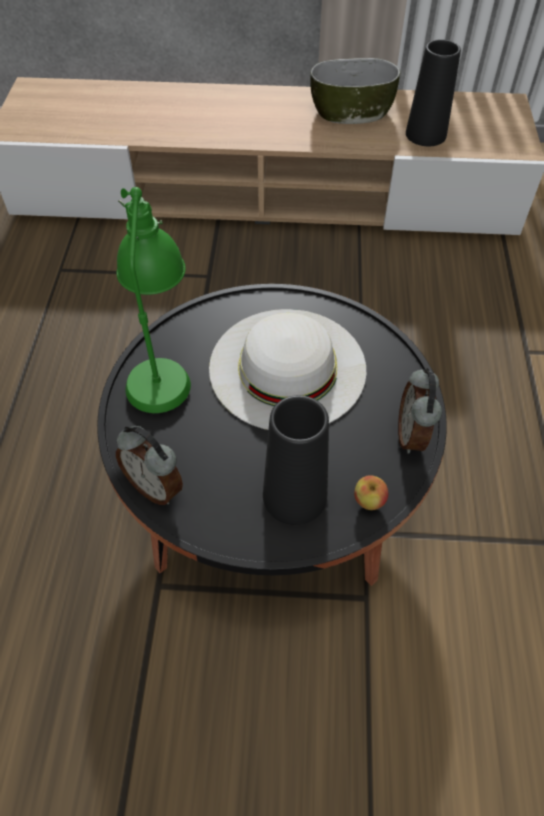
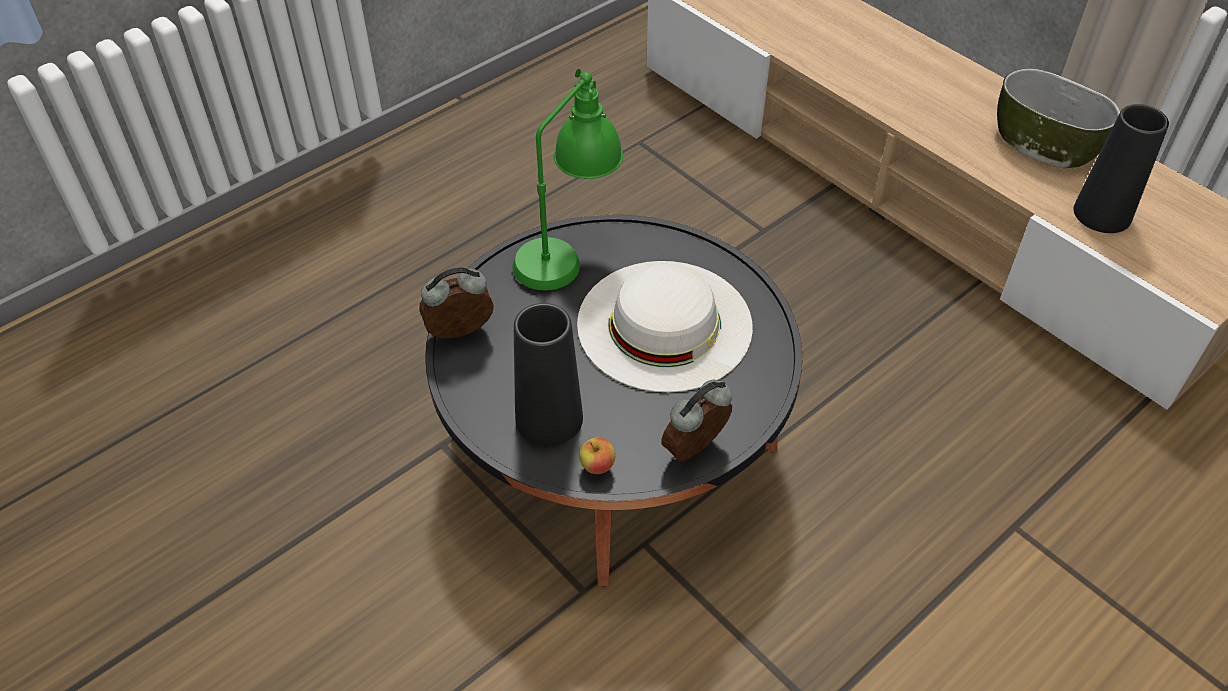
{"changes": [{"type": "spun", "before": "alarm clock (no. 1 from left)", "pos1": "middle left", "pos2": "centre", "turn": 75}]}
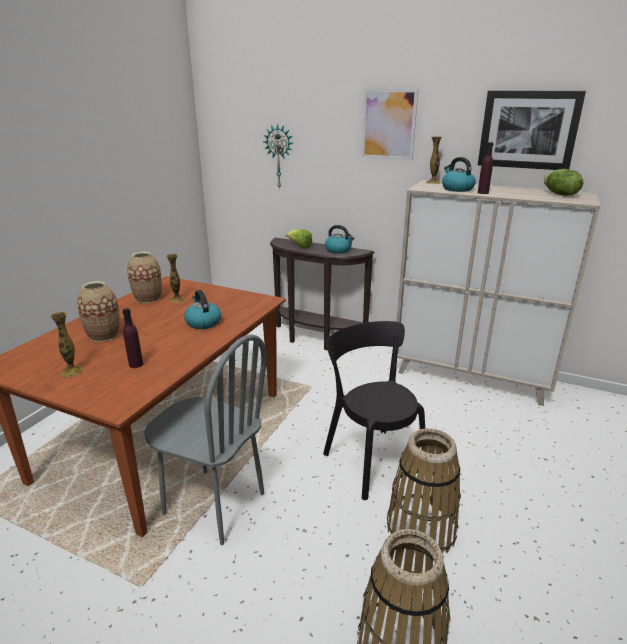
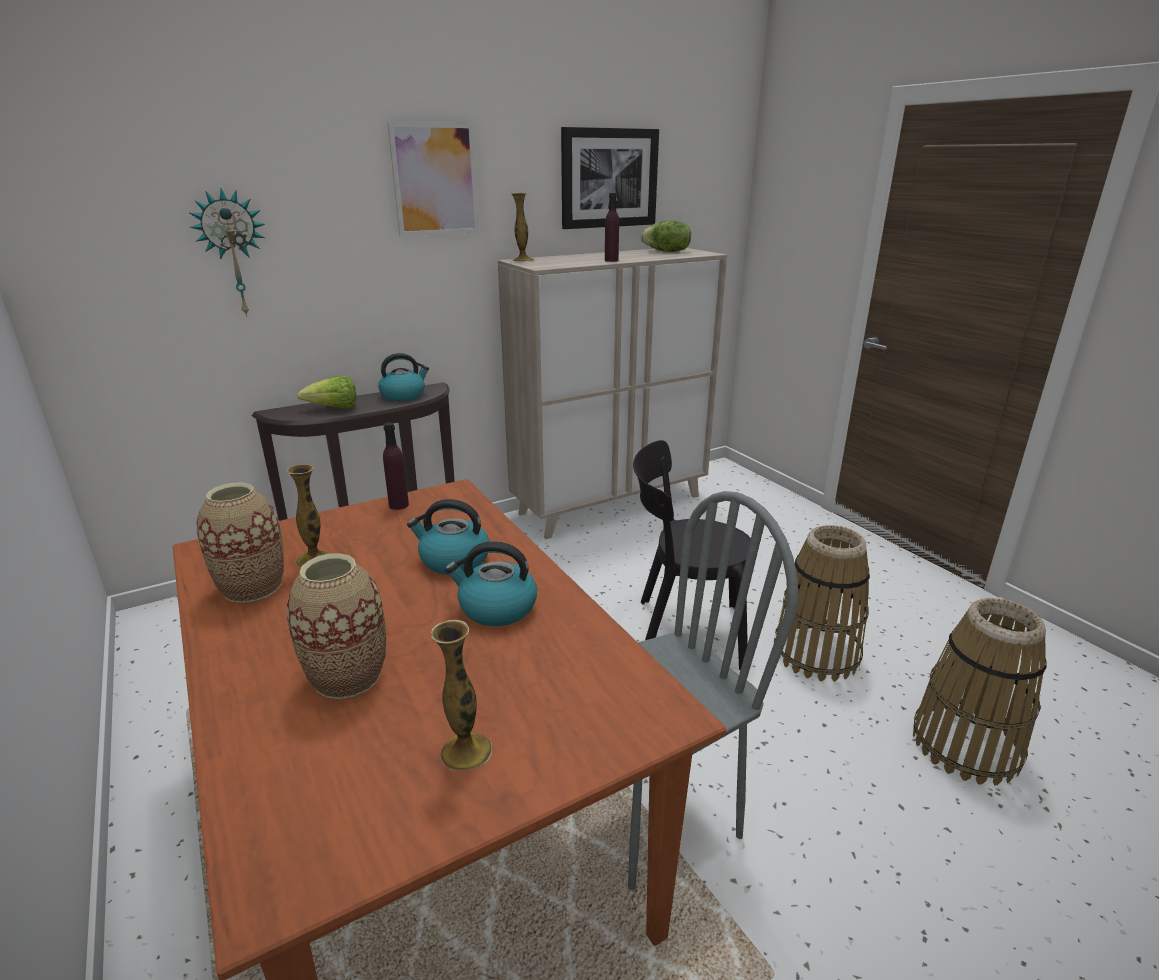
{"changes": [{"type": "relocated", "before": "purple-coloured beverage bottle (no. 1 from left)", "pos1": "middle left", "pos2": "centre"}, {"type": "relocated", "before": "water kettle (no. 3 from left)", "pos1": "top right", "pos2": "centre"}]}
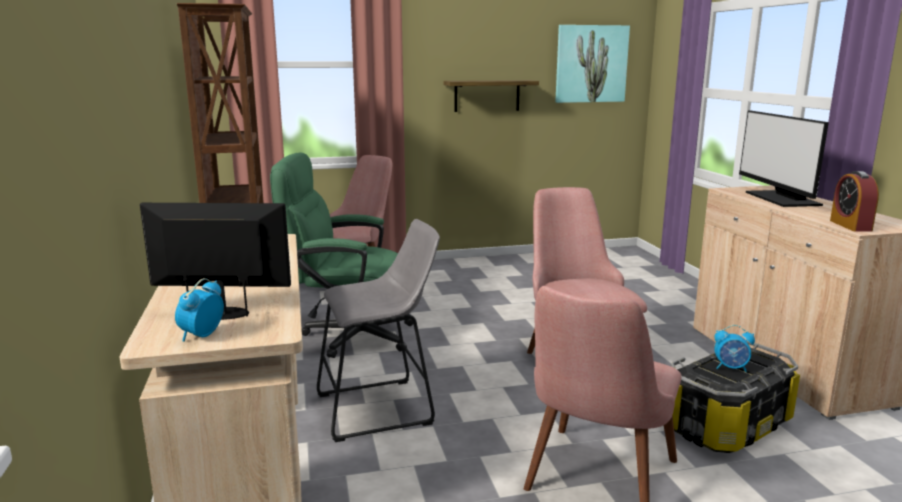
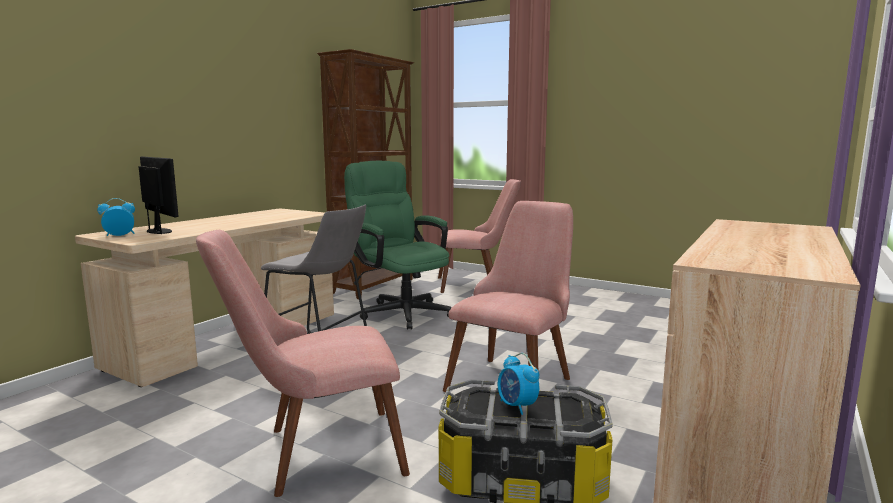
{"changes": [{"type": "missing", "before": "wall shelf", "pos1": "top centre"}, {"type": "missing", "before": "wall art", "pos1": "top centre"}, {"type": "missing", "before": "computer screen (no. 2 from left)", "pos1": "top right"}, {"type": "missing", "before": "alarm clock (no. 3 from left)", "pos1": "middle right"}]}
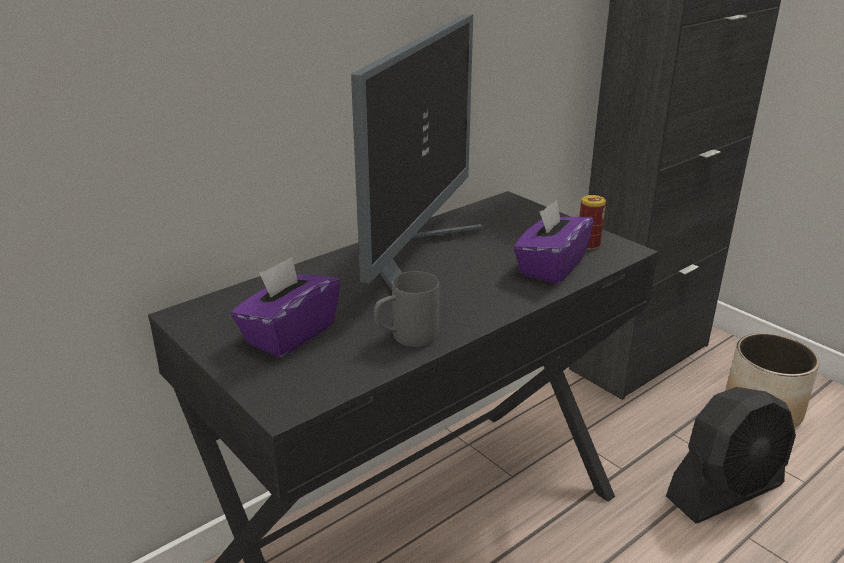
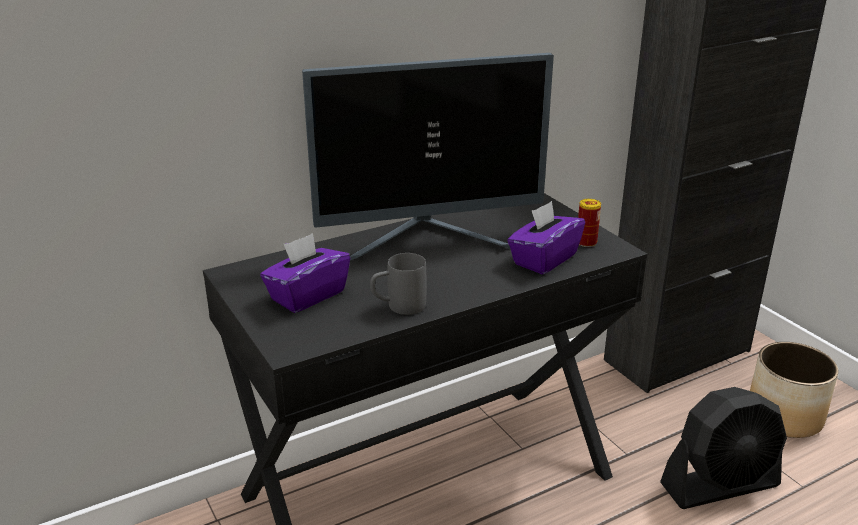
{"changes": [{"type": "spun", "before": "computer screen", "pos1": "top centre", "pos2": "top centre", "turn": 45}]}
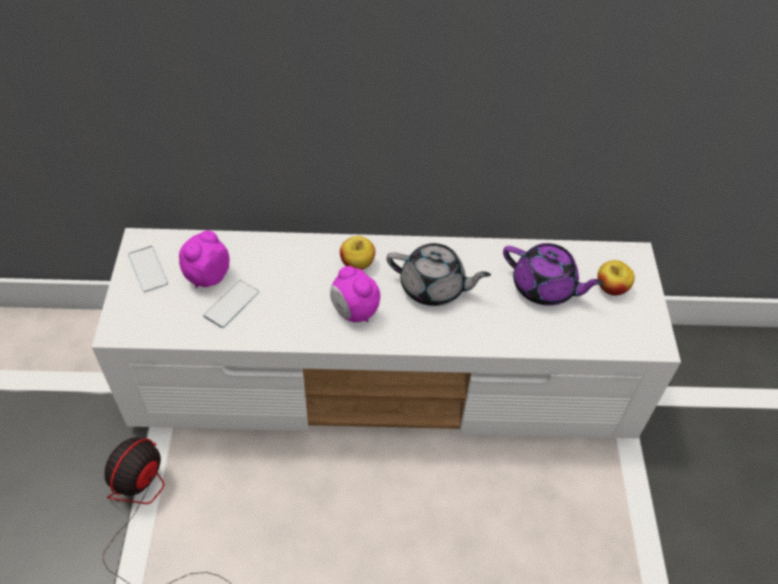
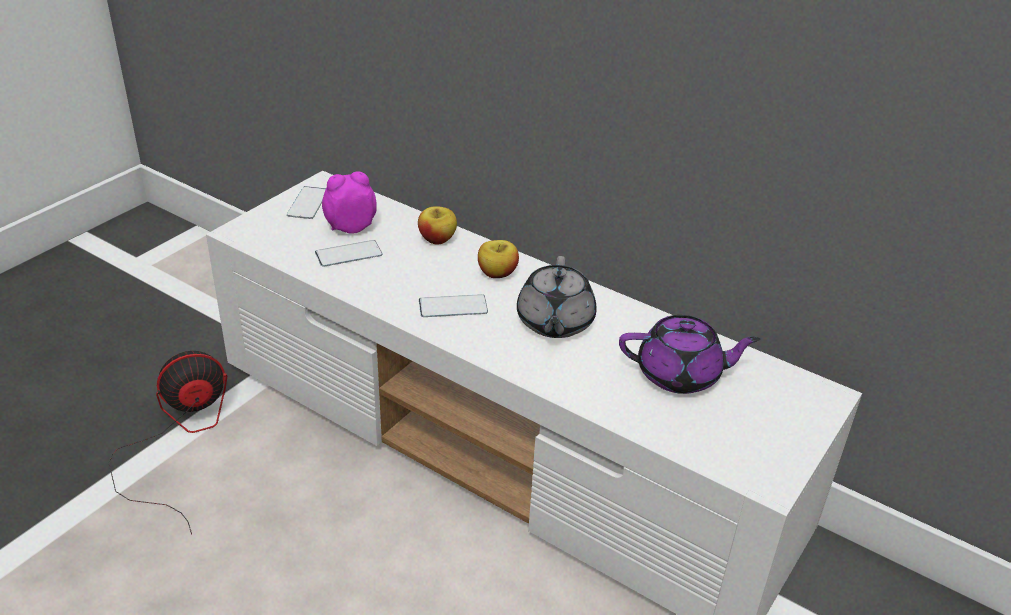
{"changes": [{"type": "exchanged", "before": "alarm clock (no. 2 from left)", "after": "telephone (no. 3 from left)", "pos1": "centre", "pos2": "centre"}, {"type": "spun", "before": "greyish tea pot", "pos1": "centre", "pos2": "centre", "turn": 45}, {"type": "spun", "before": "purple-coloured tea pot", "pos1": "middle right", "pos2": "middle right", "turn": -60}, {"type": "relocated", "before": "apple (no. 2 from left in the first image)", "after": "apple (no. 1 from left)", "pos1": "middle right", "pos2": "centre"}]}
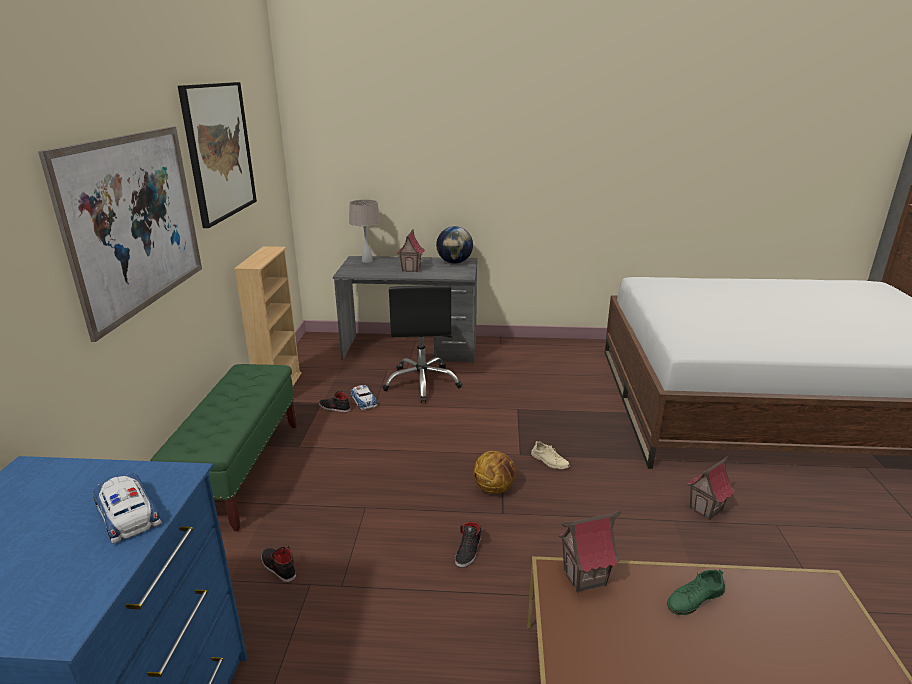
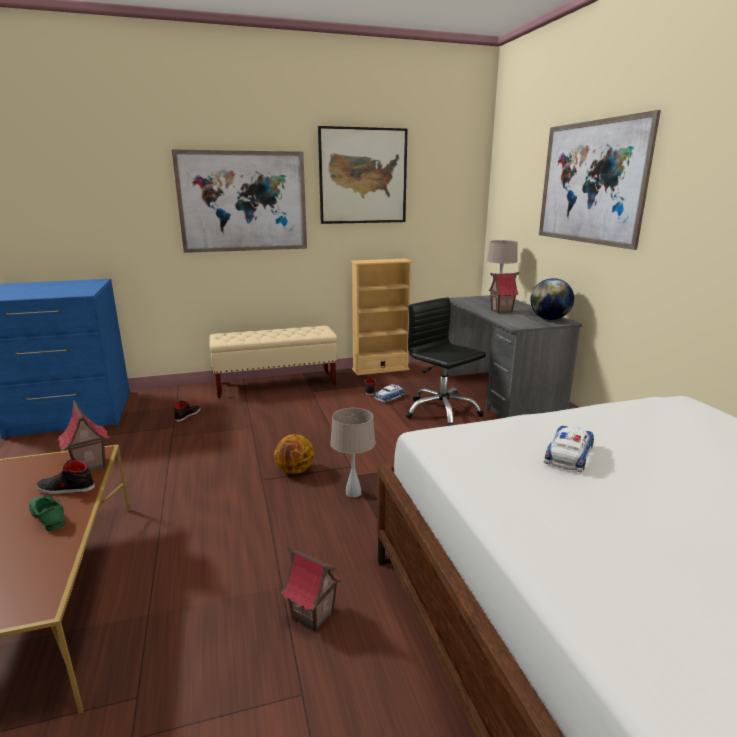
{"changes": [{"type": "relocated", "before": "toy car (no. 1 from left in the first image)", "after": "toy car (no. 2 from left)", "pos1": "bottom left", "pos2": "middle right"}, {"type": "colour", "before": "green long seat", "after": "beige long seat", "pos1": "middle left", "pos2": "centre"}, {"type": "spun", "before": "blackish office chair", "pos1": "centre", "pos2": "centre", "turn": 75}, {"type": "relocated", "before": "blackish shoe (no. 3 from left in the first image)", "after": "blackish shoe (no. 1 from left)", "pos1": "bottom centre", "pos2": "middle left"}, {"type": "exchanged", "before": "beige shoe", "after": "beige table lamp (no. 1 from left)", "pos1": "centre", "pos2": "centre"}, {"type": "appeared", "after": "wall art (no. 3 from left)", "pos2": "top right"}]}
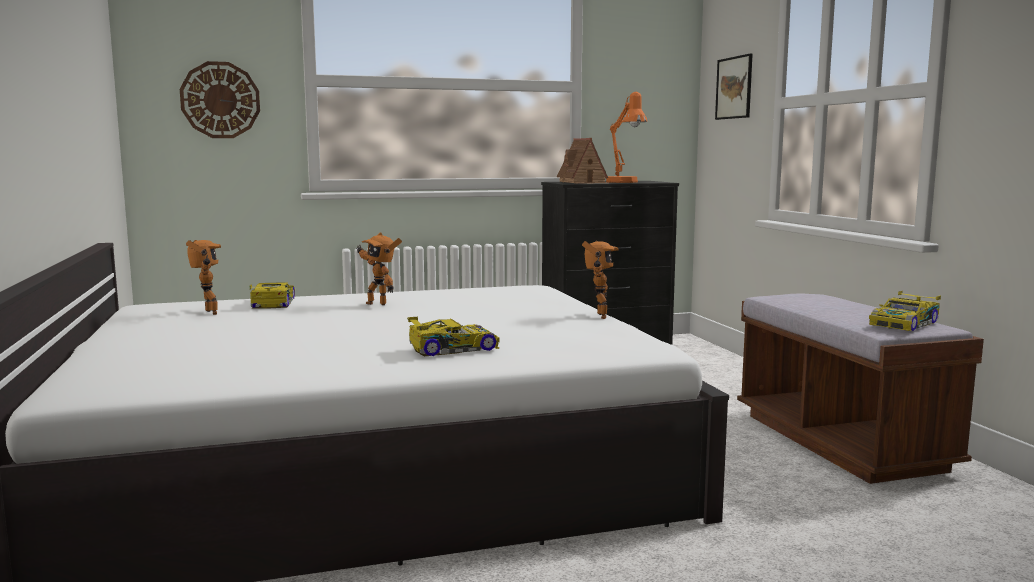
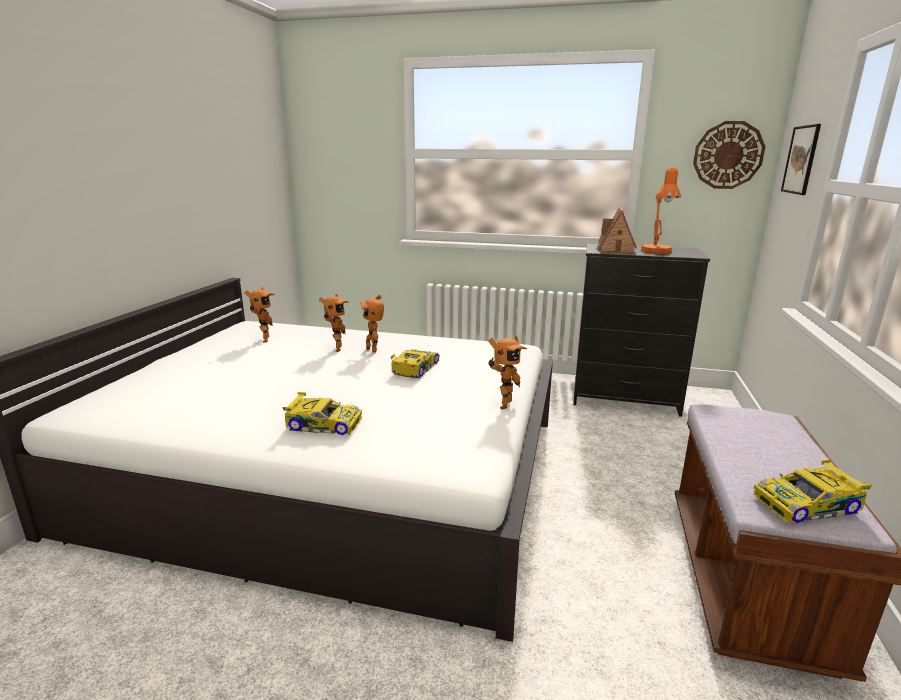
{"changes": [{"type": "relocated", "before": "clock on the wall", "pos1": "top left", "pos2": "top right"}, {"type": "relocated", "before": "toy car (no. 1 from left in the first image)", "after": "toy car (no. 2 from left)", "pos1": "middle left", "pos2": "centre"}, {"type": "appeared", "after": "toy robot (no. 2 from left)", "pos2": "centre"}]}
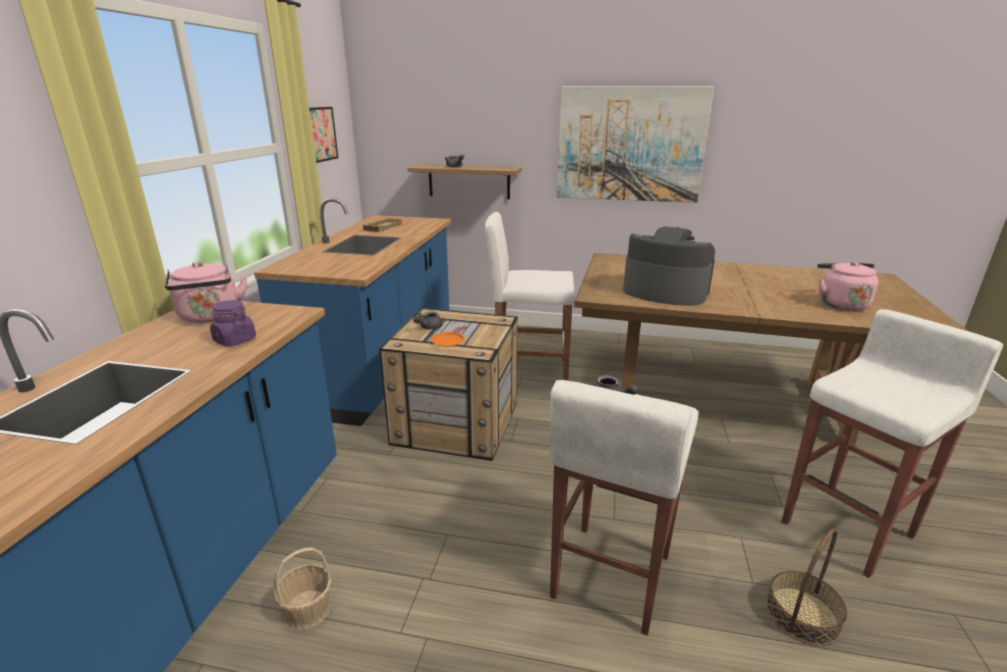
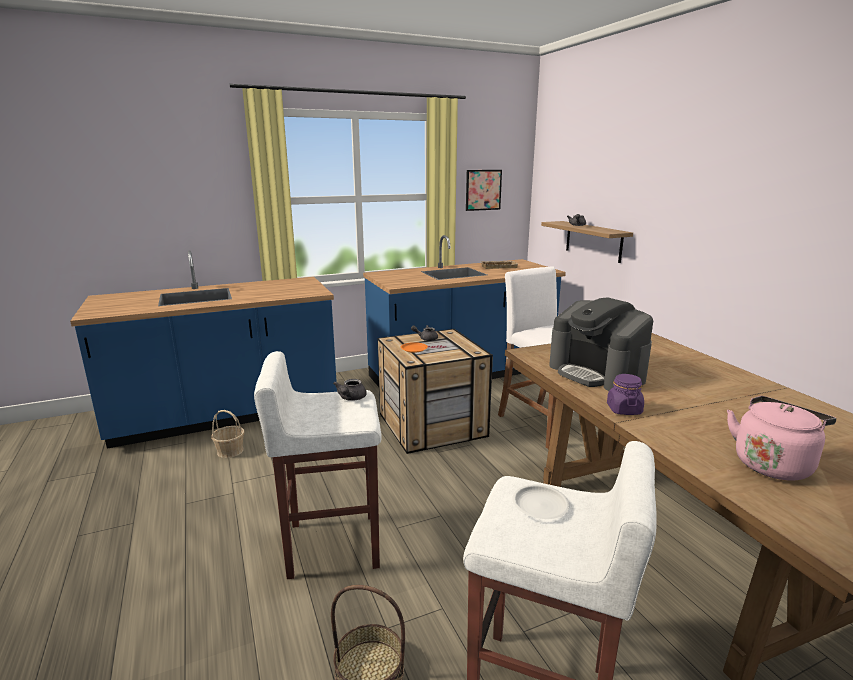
{"changes": [{"type": "missing", "before": "pink water kettle (no. 1 from left)", "pos1": "middle left"}, {"type": "relocated", "before": "purple-coloured storage jar", "pos1": "middle left", "pos2": "middle right"}, {"type": "missing", "before": "wall art (no. 2 from left)", "pos1": "top centre"}, {"type": "spun", "before": "coffee brewer", "pos1": "centre", "pos2": "middle right", "turn": 150}, {"type": "appeared", "after": "whitish flat dish", "pos2": "bottom centre"}]}
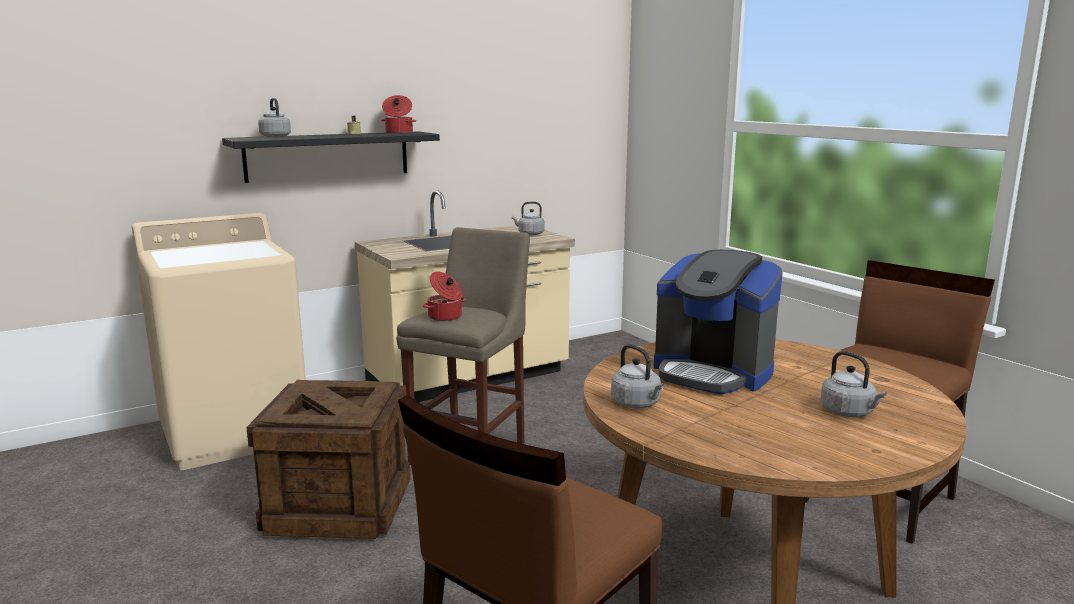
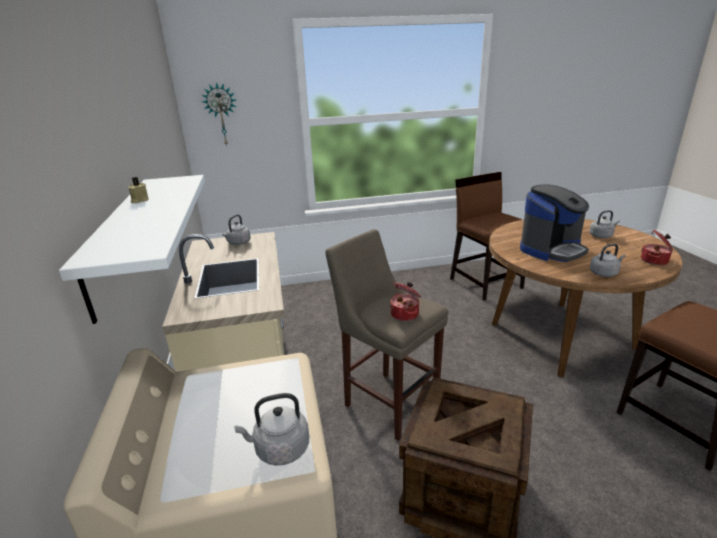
{"changes": [{"type": "colour", "before": "blackish wall shelf", "after": "whitish wall shelf", "pos1": "top left", "pos2": "middle left"}, {"type": "relocated", "before": "greyish water kettle (no. 1 from left in the first image)", "after": "greyish water kettle (no. 2 from left)", "pos1": "top left", "pos2": "bottom centre"}, {"type": "relocated", "before": "stockpot (no. 1 from left in the first image)", "after": "stockpot (no. 2 from left)", "pos1": "top centre", "pos2": "middle right"}, {"type": "appeared", "after": "clock on the wall", "pos2": "top left"}]}
